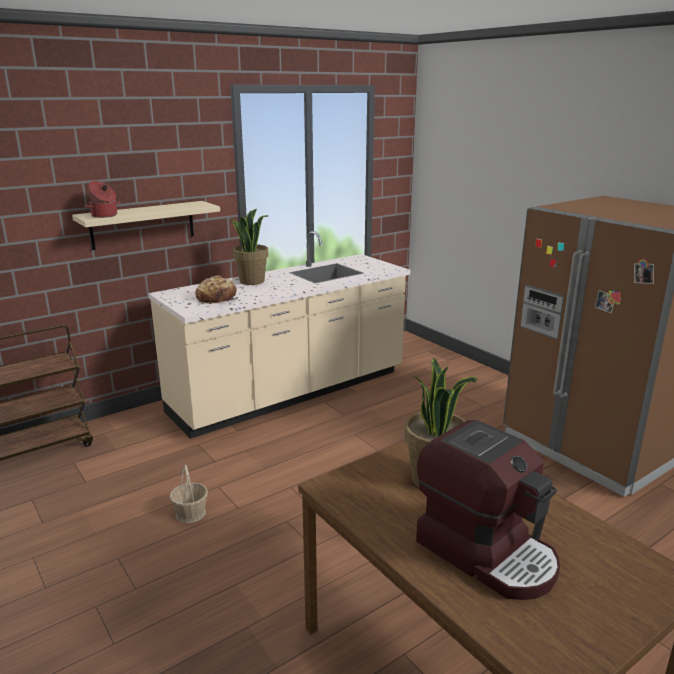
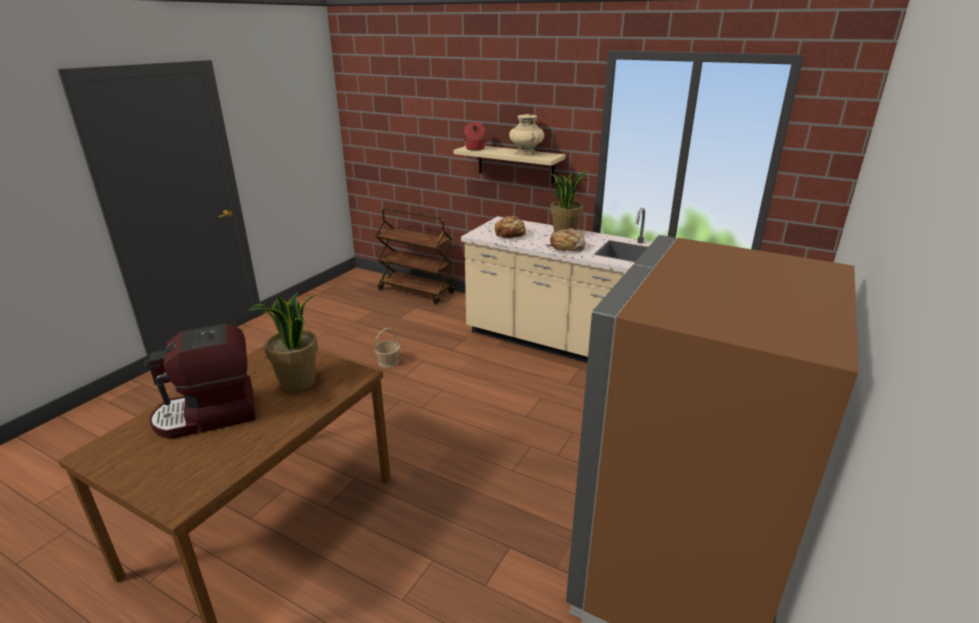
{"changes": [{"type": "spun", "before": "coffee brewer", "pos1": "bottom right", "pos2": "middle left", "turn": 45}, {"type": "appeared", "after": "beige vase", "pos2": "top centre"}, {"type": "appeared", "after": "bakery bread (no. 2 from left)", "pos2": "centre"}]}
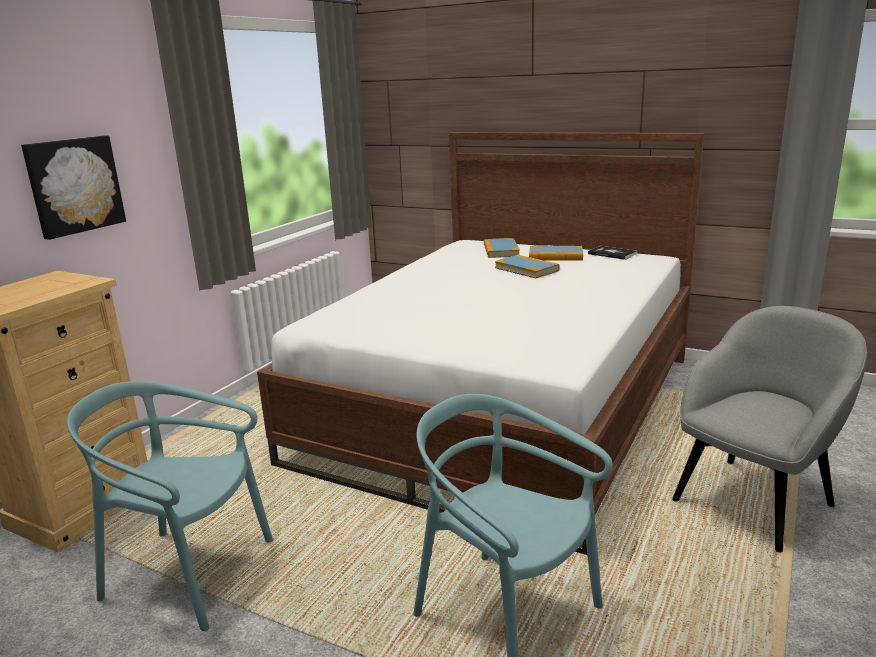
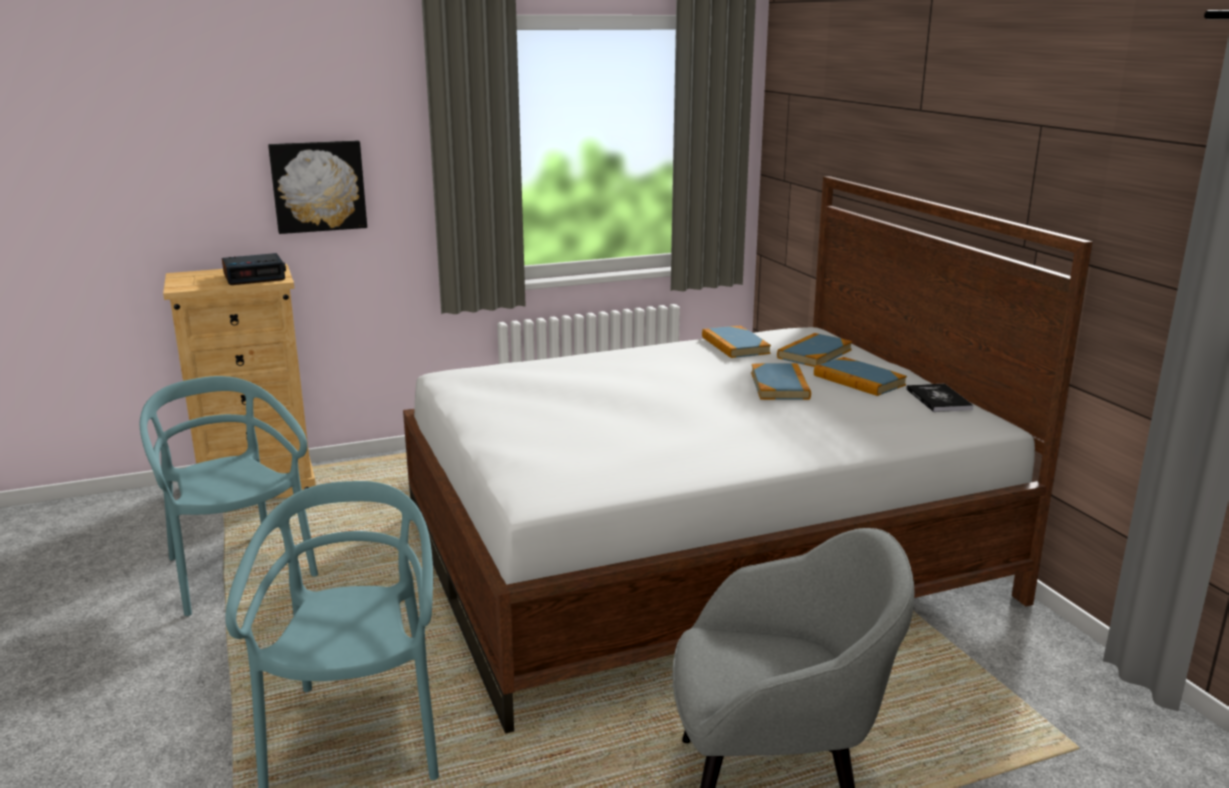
{"changes": [{"type": "appeared", "after": "alarm clock", "pos2": "middle left"}, {"type": "appeared", "after": "book (no. 1 from left)", "pos2": "centre"}]}
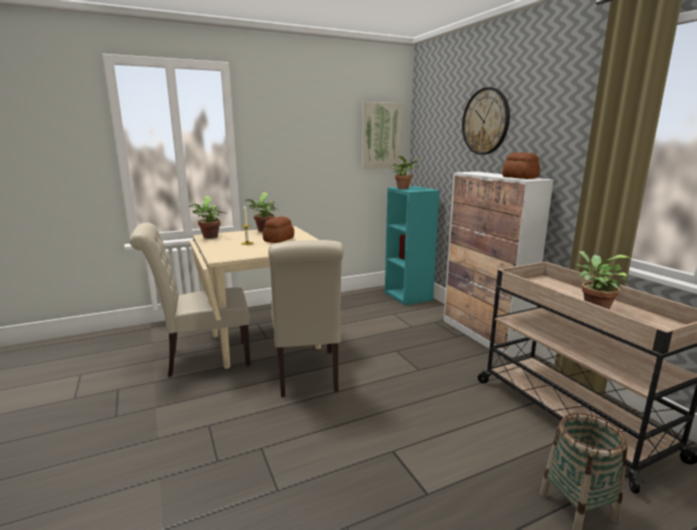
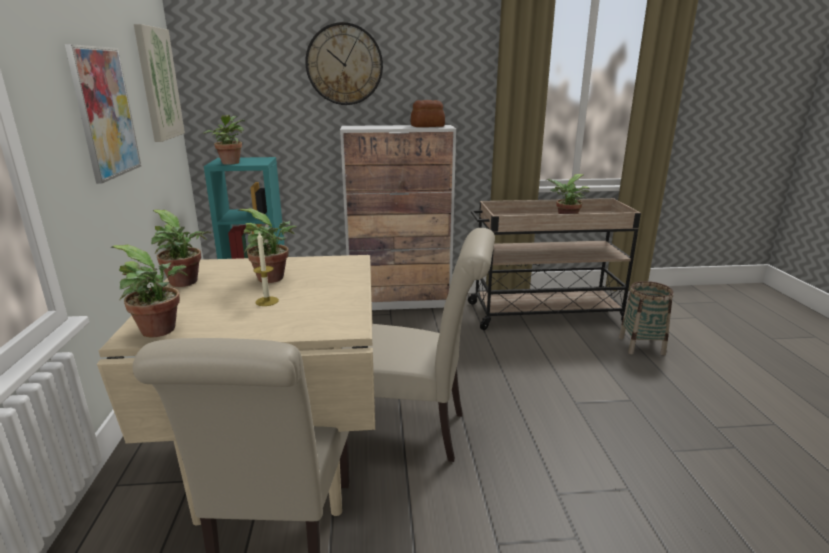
{"changes": [{"type": "exchanged", "before": "bakery bread (no. 1 from left)", "after": "potted plant (no. 4 from left)", "pos1": "centre", "pos2": "middle left"}, {"type": "appeared", "after": "wall art (no. 1 from left)", "pos2": "top left"}]}
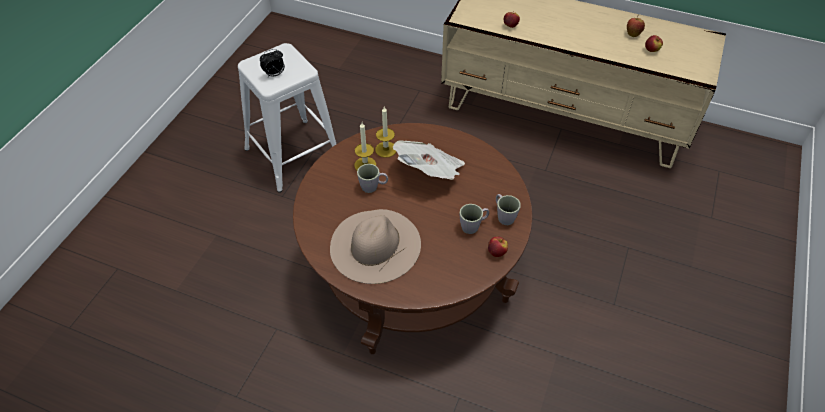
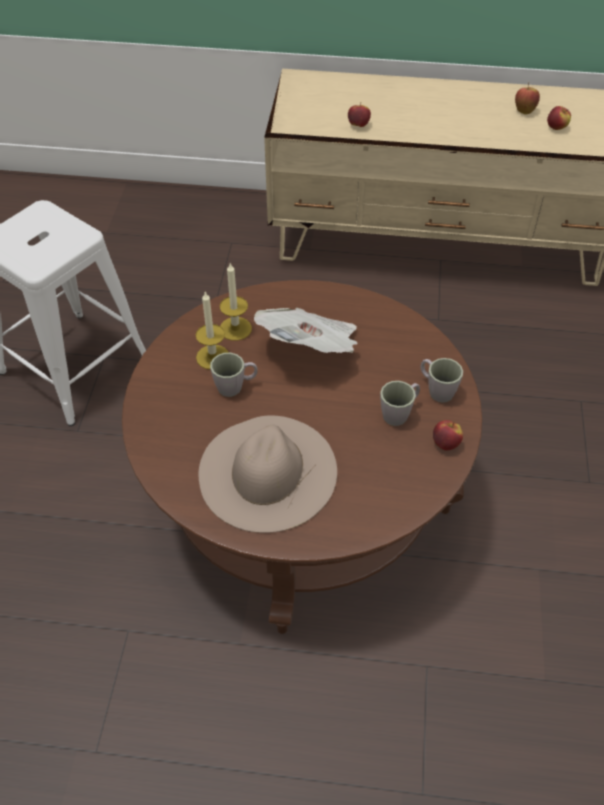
{"changes": [{"type": "missing", "before": "alarm clock", "pos1": "top left"}]}
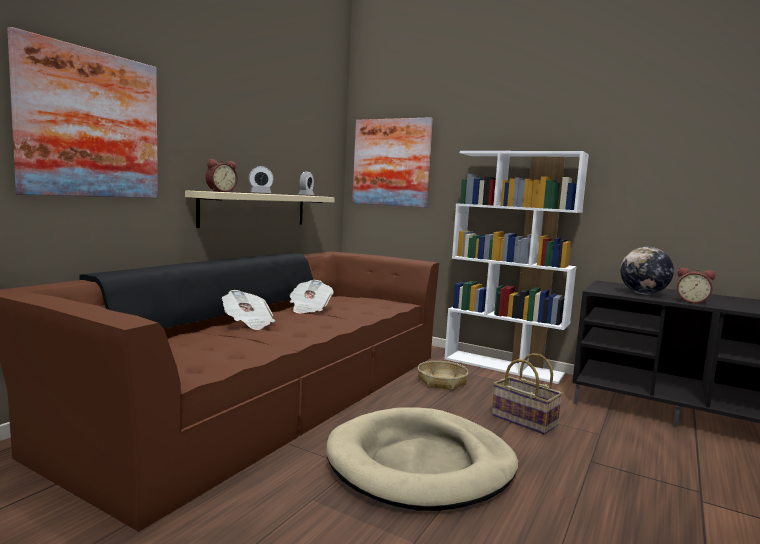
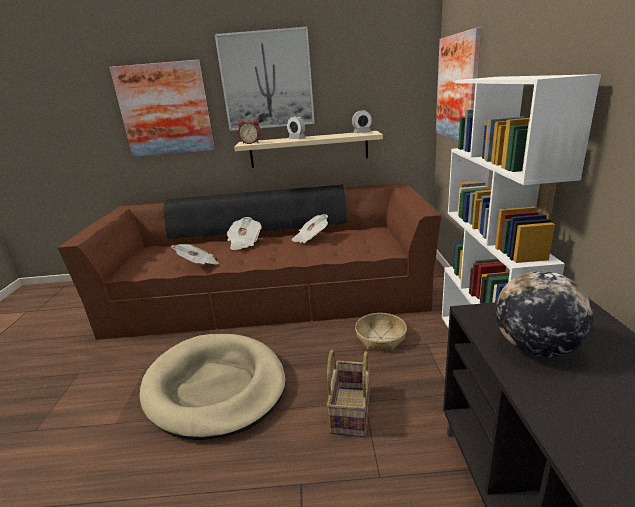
{"changes": [{"type": "missing", "before": "alarm clock (no. 4 from left)", "pos1": "middle right"}, {"type": "appeared", "after": "printed paper (no. 1 from left)", "pos2": "middle left"}, {"type": "appeared", "after": "wall art (no. 2 from left)", "pos2": "top centre"}]}
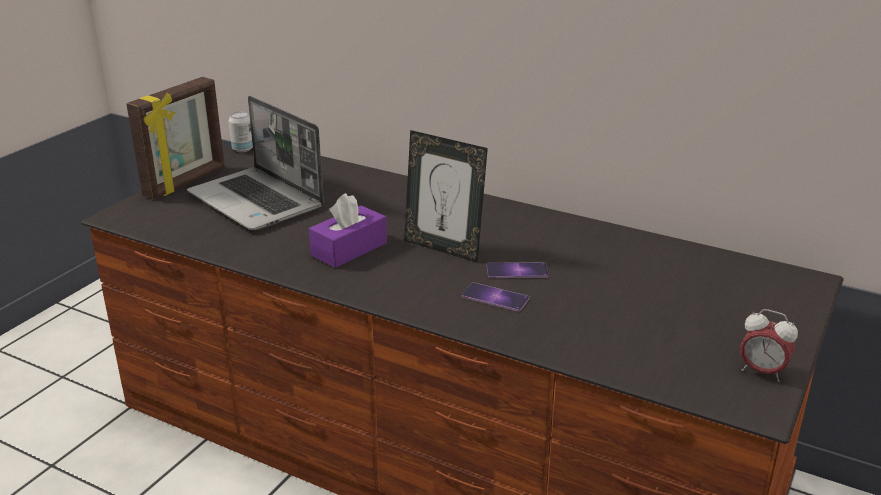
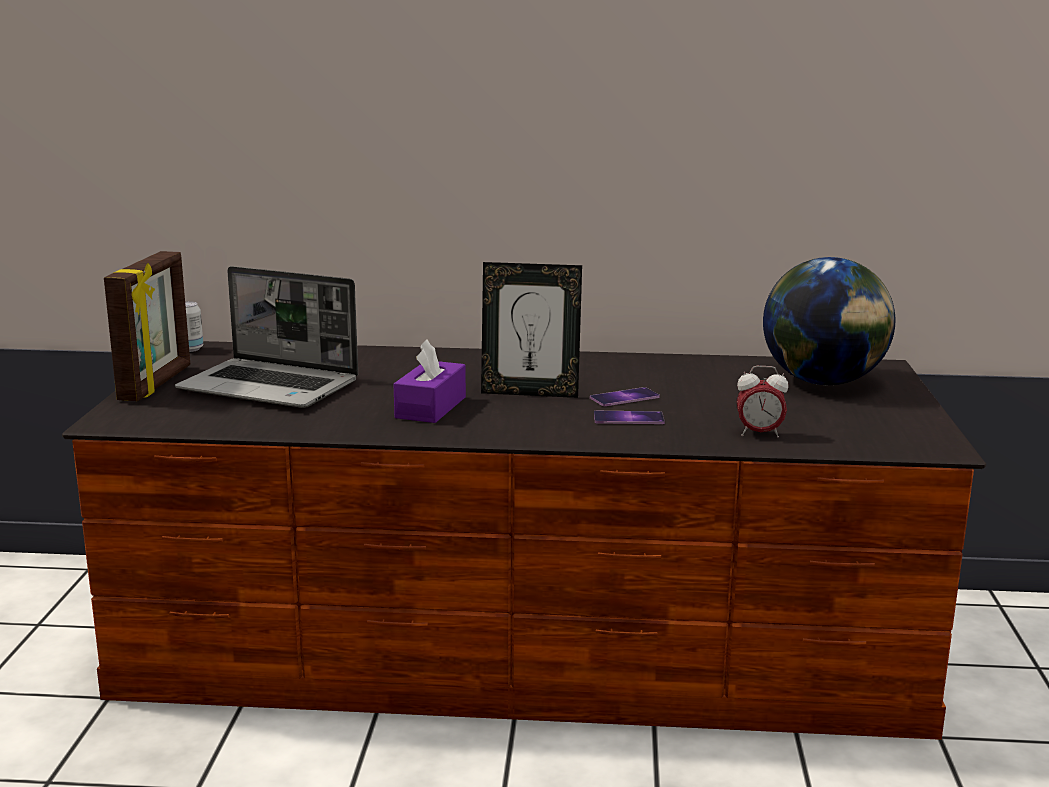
{"changes": [{"type": "relocated", "before": "alarm clock", "pos1": "bottom right", "pos2": "middle right"}, {"type": "appeared", "after": "globe", "pos2": "middle right"}]}
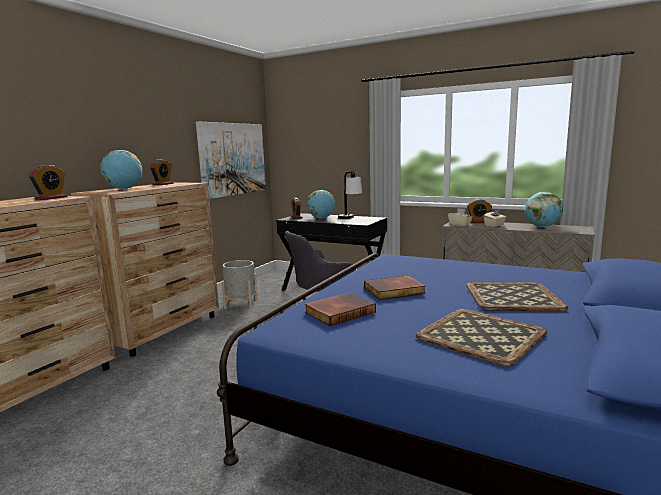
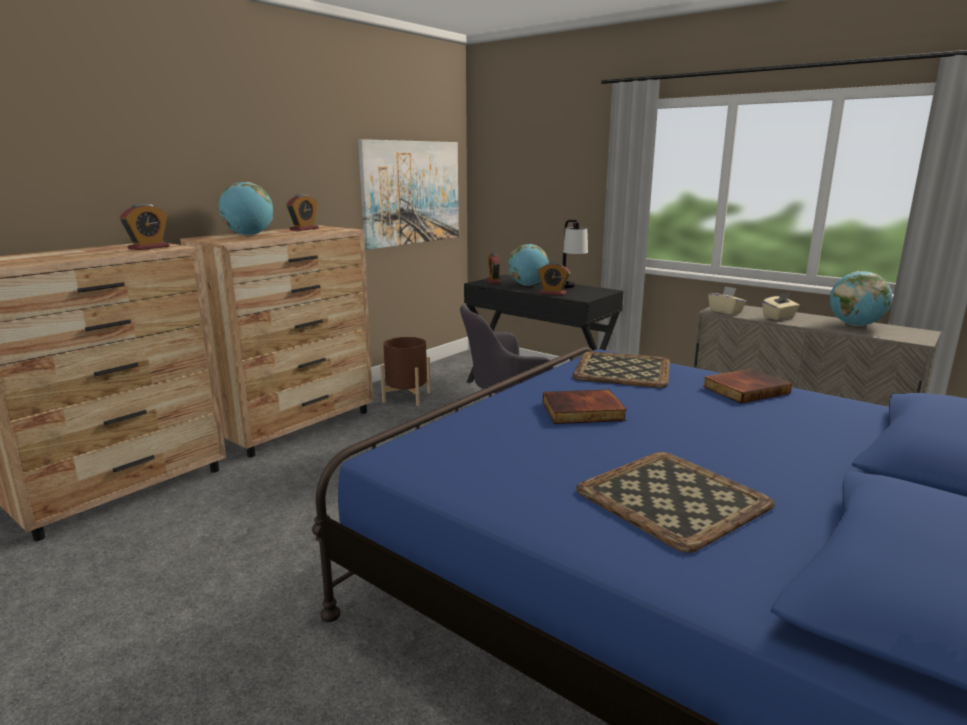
{"changes": [{"type": "colour", "before": "greyish flower pot", "after": "brown-coloured flower pot", "pos1": "centre", "pos2": "centre"}, {"type": "relocated", "before": "book (no. 1 from left in the first image)", "after": "book (no. 2 from left)", "pos1": "centre", "pos2": "middle right"}, {"type": "relocated", "before": "serving tray (no. 2 from left in the first image)", "after": "serving tray (no. 1 from left)", "pos1": "middle right", "pos2": "centre"}, {"type": "relocated", "before": "alarm clock (no. 4 from left)", "pos1": "middle right", "pos2": "centre"}]}
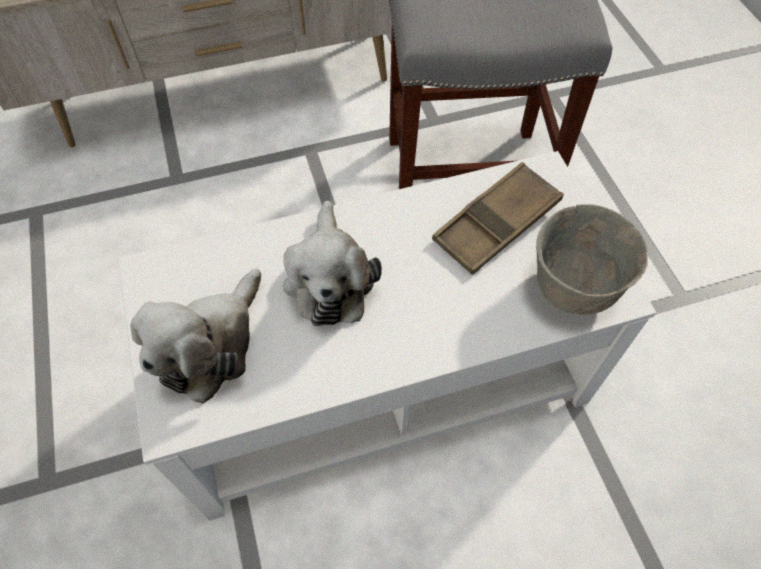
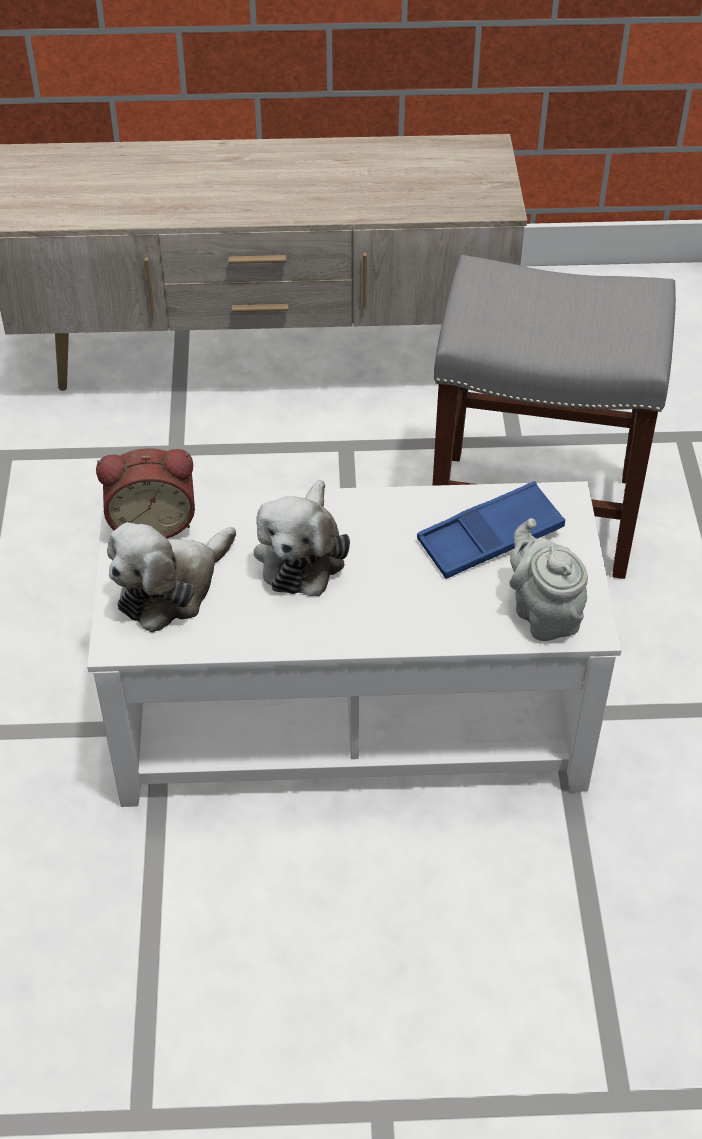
{"changes": [{"type": "colour", "before": "brown-coloured serving tray", "after": "blue-coloured serving tray", "pos1": "centre", "pos2": "middle right"}, {"type": "exchanged", "before": "greyish bowl", "after": "greyish tea pot", "pos1": "middle right", "pos2": "middle right"}, {"type": "appeared", "after": "alarm clock", "pos2": "middle left"}]}
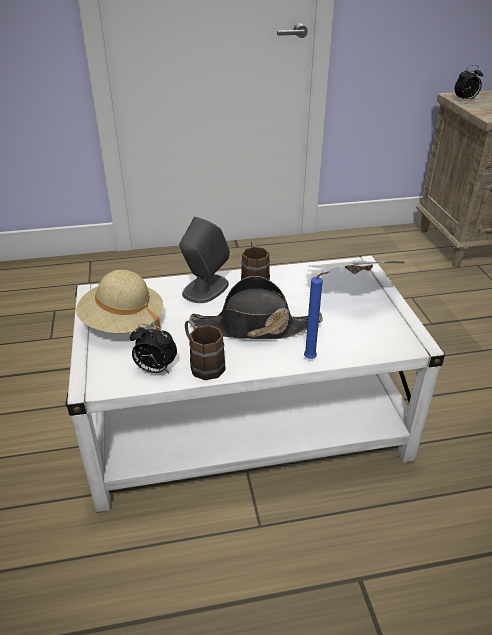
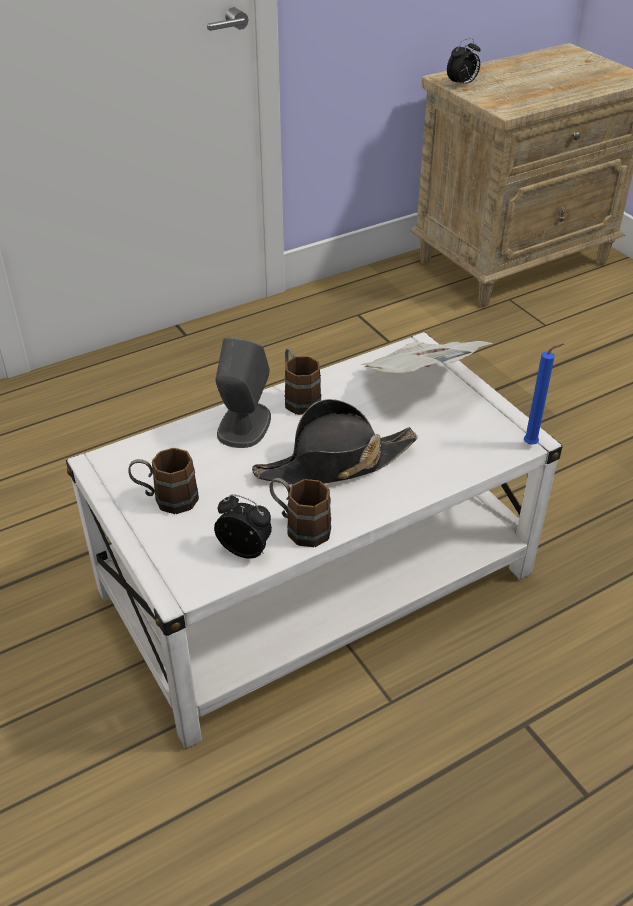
{"changes": [{"type": "exchanged", "before": "beige hat", "after": "brown-coloured coffee mug (no. 1 from left)", "pos1": "middle left", "pos2": "middle left"}, {"type": "spun", "before": "alarm clock (no. 1 from left)", "pos1": "middle left", "pos2": "centre", "turn": -150}, {"type": "relocated", "before": "blue-coloured wax candle", "pos1": "centre", "pos2": "middle right"}]}
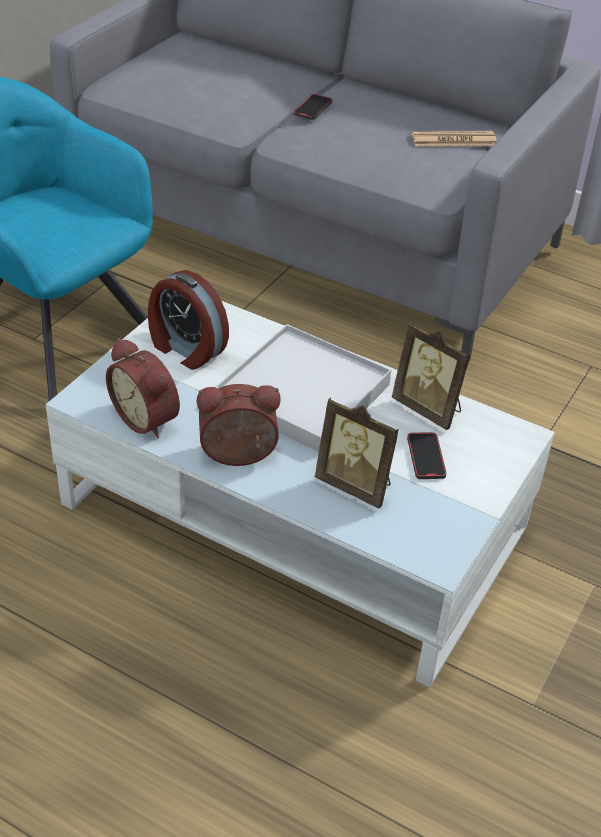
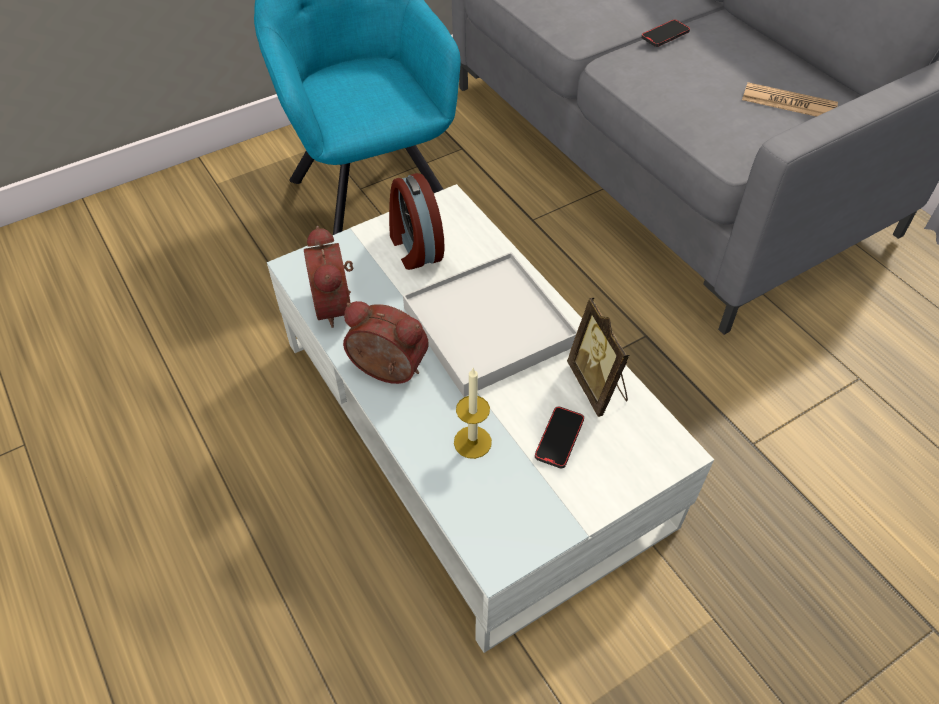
{"changes": [{"type": "exchanged", "before": "photo frame (no. 1 from left)", "after": "wax candle", "pos1": "centre", "pos2": "centre"}]}
